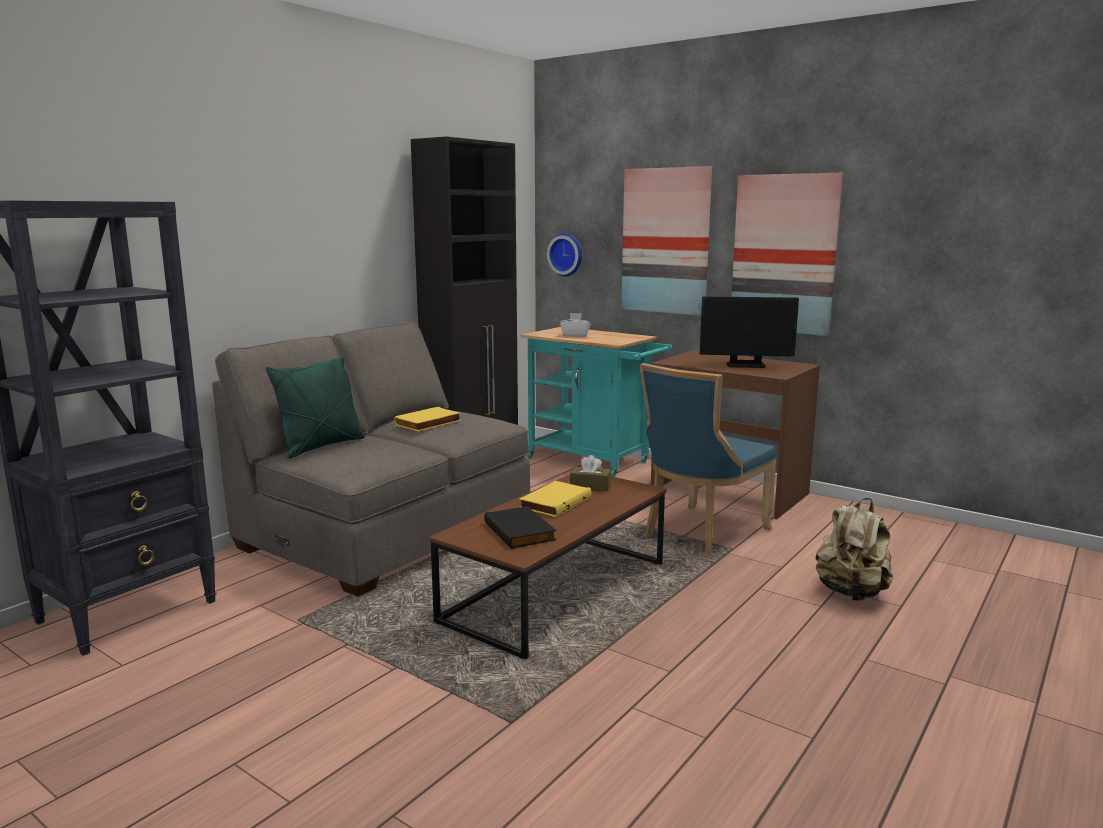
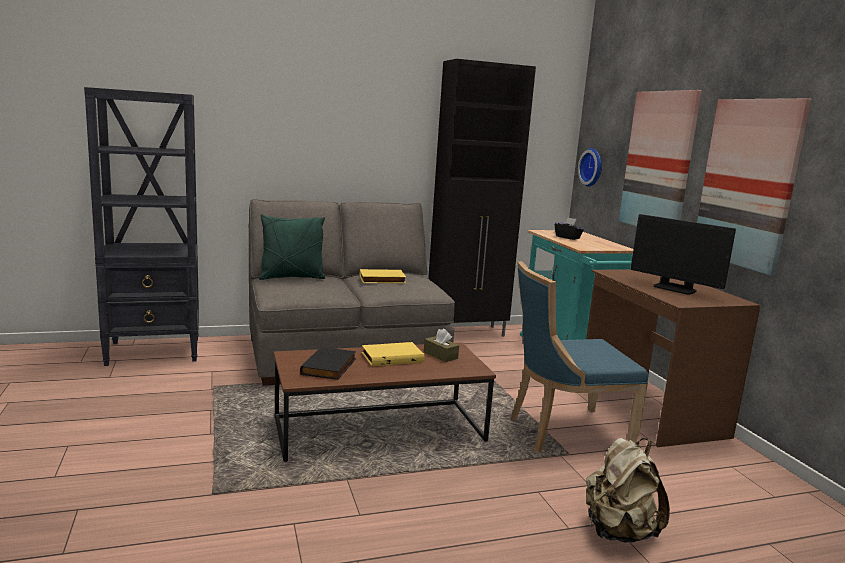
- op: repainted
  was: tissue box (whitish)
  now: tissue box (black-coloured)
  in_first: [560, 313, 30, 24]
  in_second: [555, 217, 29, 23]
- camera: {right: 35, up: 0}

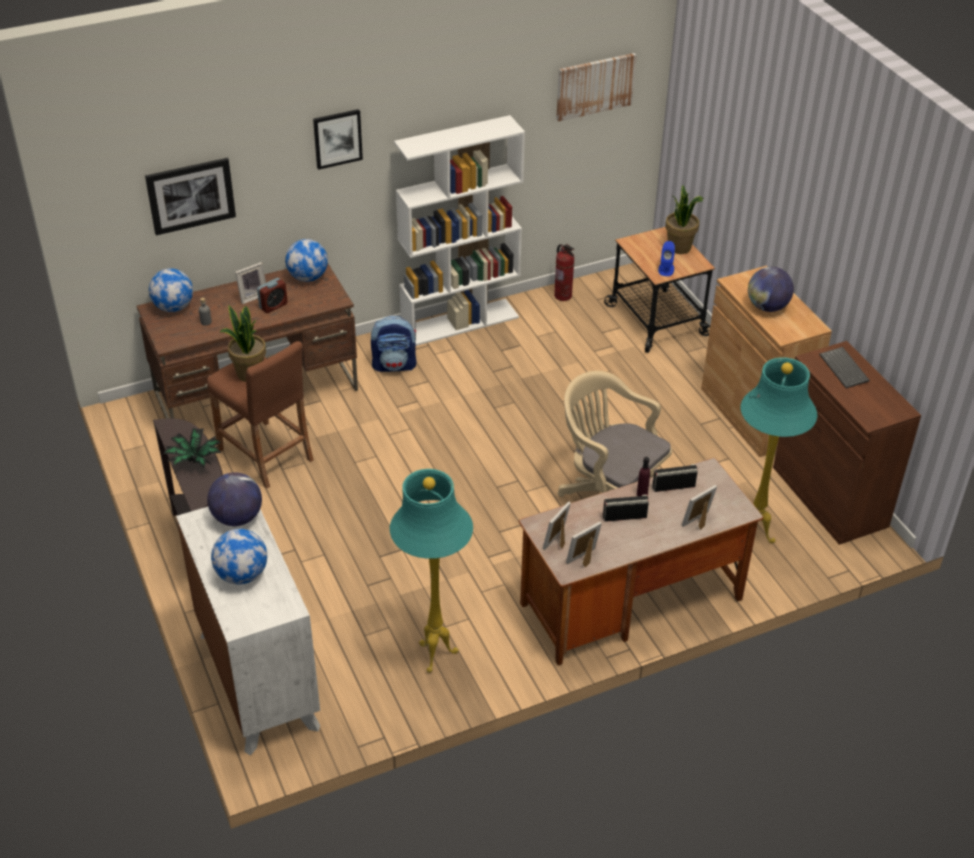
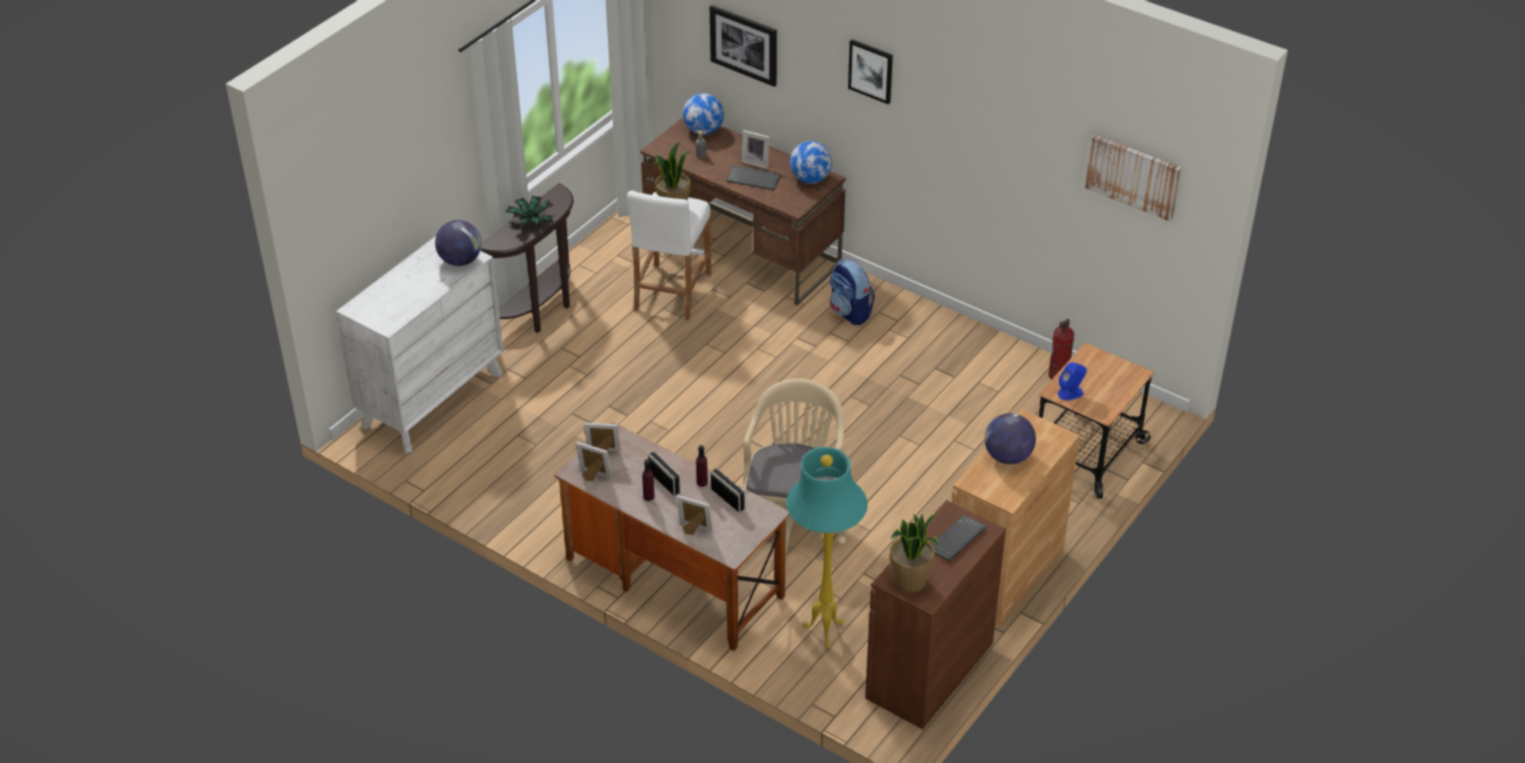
- op: gone
  was: desk globe
  in_first: [211, 529, 56, 55]
- op: gone
  was: standard lamp (turquoise)
  in_first: [390, 469, 83, 204]
- op: gone
  was: bookcase (whitish)
  in_first: [394, 115, 131, 231]
- op: new
  now: beverage bottle (purplish)
  in_second: [642, 459, 13, 42]
- op: shifted
  was: houseplant
  in_first: [665, 185, 39, 69]
  in_second: [889, 513, 50, 80]
- op: swapped
  was: bedside clock
  now: PC keyboard
  in_first: [257, 278, 31, 35]
  in_second: [726, 165, 55, 25]
- op: repainted
  was: stool seat (brown)
  now: stool seat (whitish)
  in_first: [207, 341, 106, 148]
  in_second: [627, 190, 84, 130]
- camera: {right: 60, up: 0}

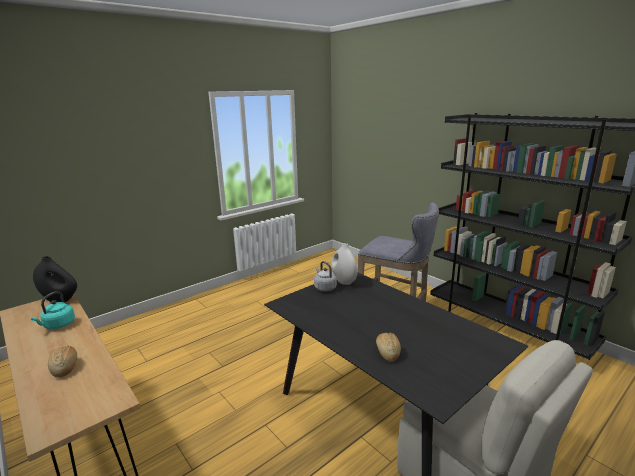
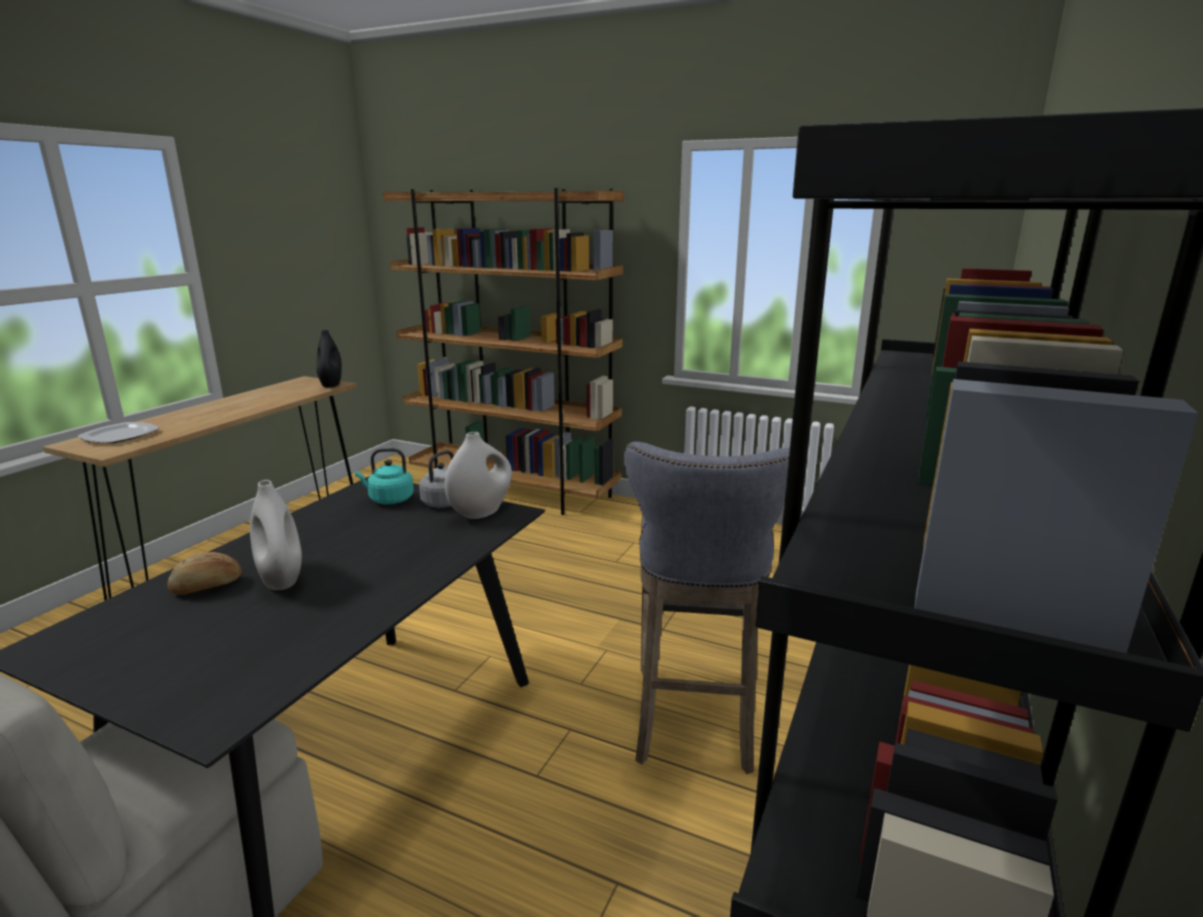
- op: gone
  was: baked bread
  in_first: [48, 346, 29, 32]
- op: new
  now: plate
  in_second: [78, 422, 82, 21]
- op: new
  now: vase (whitish)
  in_second: [250, 480, 52, 110]
- op: new
  now: bookcase (brown)
  in_second: [383, 188, 241, 327]
- op: shifted
  was: water kettle (turquoise)
  in_first: [31, 291, 44, 38]
  in_second: [355, 448, 59, 57]
- camera: {right: 65, up: 0}

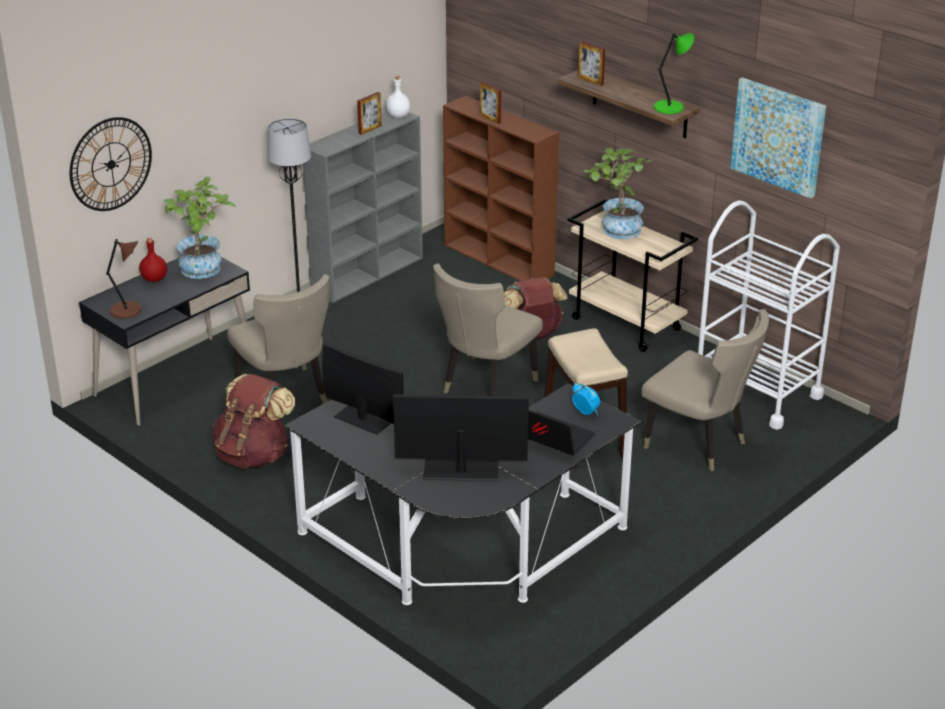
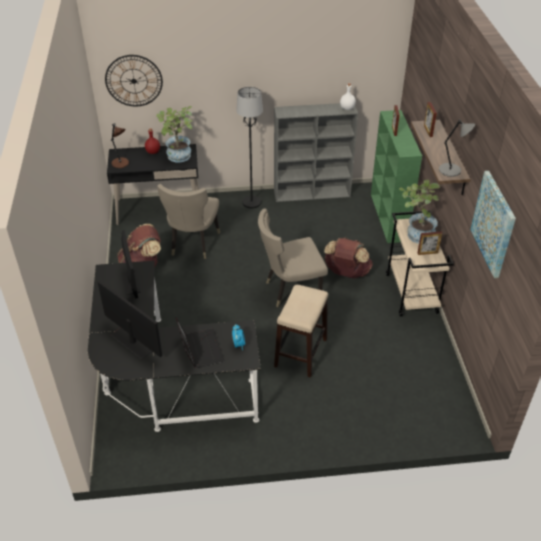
- op: gone
  was: chair (sand-coloured)
  in_first: [642, 309, 127, 162]
- op: gone
  was: trolley (whitish)
  in_first: [698, 201, 142, 229]
- op: shifted
  was: standing frame
  in_first: [357, 92, 25, 43]
  in_second: [418, 232, 24, 23]
- op: repainted
  was: bookcase (brown)
  now: bookcase (greenish)
  in_first: [443, 96, 116, 185]
  in_second: [371, 110, 51, 133]
- op: repainted
  was: tabletop lamp (greenish)
  now: tabletop lamp (gray)
  in_first: [654, 33, 40, 81]
  in_second: [439, 119, 36, 58]
- camera: {right: 40, up: 10}

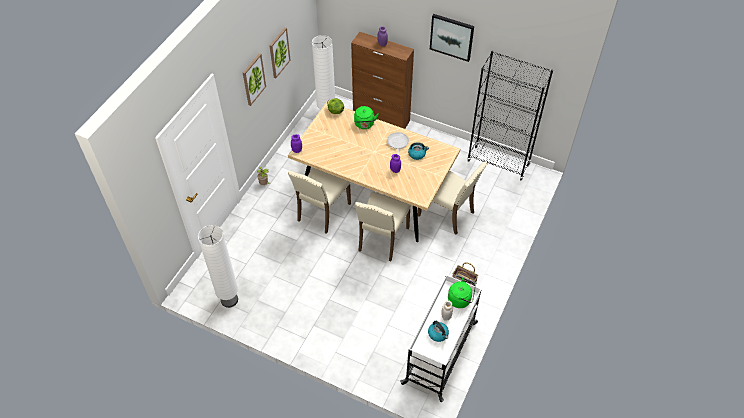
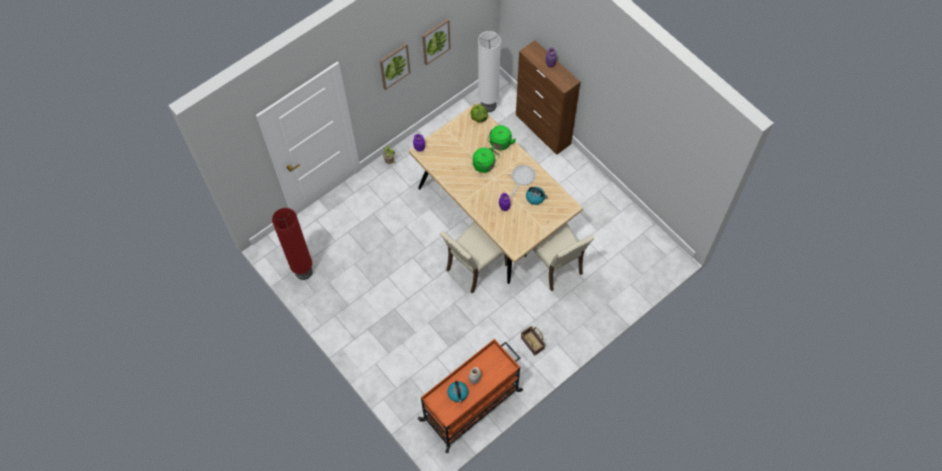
- op: gone
  was: chair (sand-coloured)
  in_first: [288, 168, 63, 66]
- op: gone
  was: picture
  in_first: [430, 14, 44, 48]
- op: gone
  was: bookcase (black-coloured)
  in_first: [467, 51, 86, 129]
- op: shifted
  was: water kettle (greenish)
  in_first: [448, 278, 28, 30]
  in_second: [473, 146, 26, 27]
- op: repainted
  was: standard lamp (whitish)
  now: standard lamp (reddish)
  in_first: [198, 225, 40, 83]
  in_second: [272, 208, 41, 72]
- op: repainted
  was: trolley (whitish)
  now: trolley (orange-coloured)
  in_first: [400, 274, 82, 128]
  in_second: [418, 339, 105, 114]
- camera: {right: 25, up: 10}

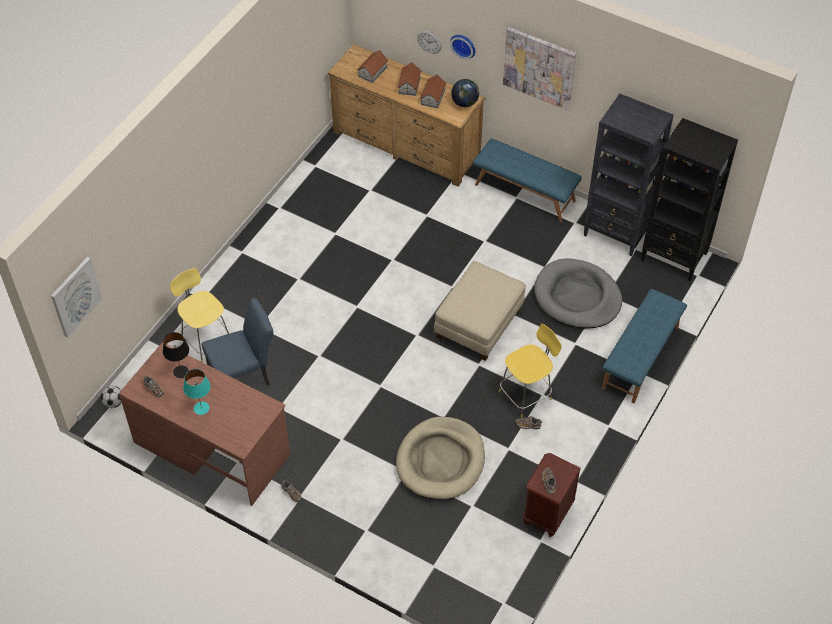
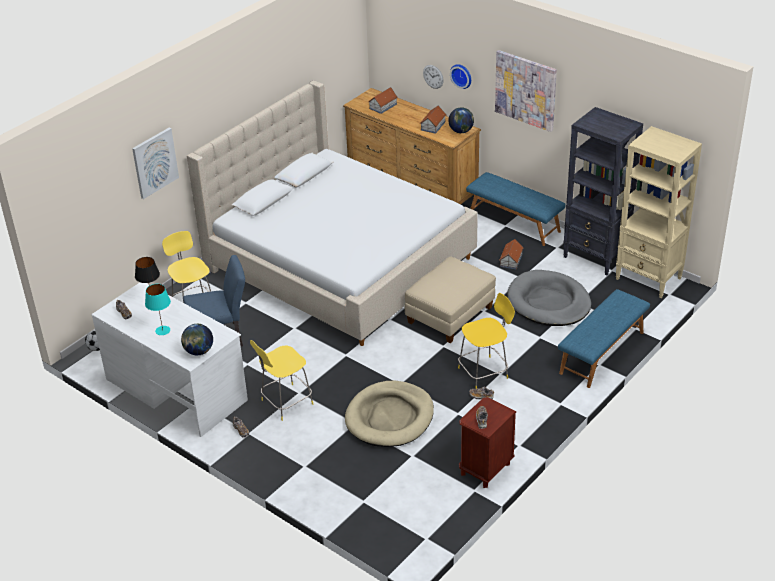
- op: new
  now: desk globe
  in_second: [181, 324, 32, 31]
- op: new
  now: sleeping bed (sand-coloured)
  in_second: [187, 81, 291, 265]
- op: new
  now: stool seat (yellow)
  in_second: [250, 340, 63, 81]
- op: shifted
  was: picture
  in_first: [51, 257, 51, 81]
  in_second: [132, 128, 47, 71]
- op: shifted
  was: model house
  in_first: [397, 62, 24, 34]
  in_second: [499, 239, 25, 30]
- op: repainted
  was: desk (brown)
  now: desk (whitish)
  in_first: [119, 342, 171, 164]
  in_second: [92, 282, 156, 155]
- op: repainted
  was: bookcase (black-coloured)
  now: bookcase (sand-coloured)
  in_first: [641, 118, 97, 163]
  in_second: [615, 126, 87, 172]
- camera: {right: 10, up: -15}

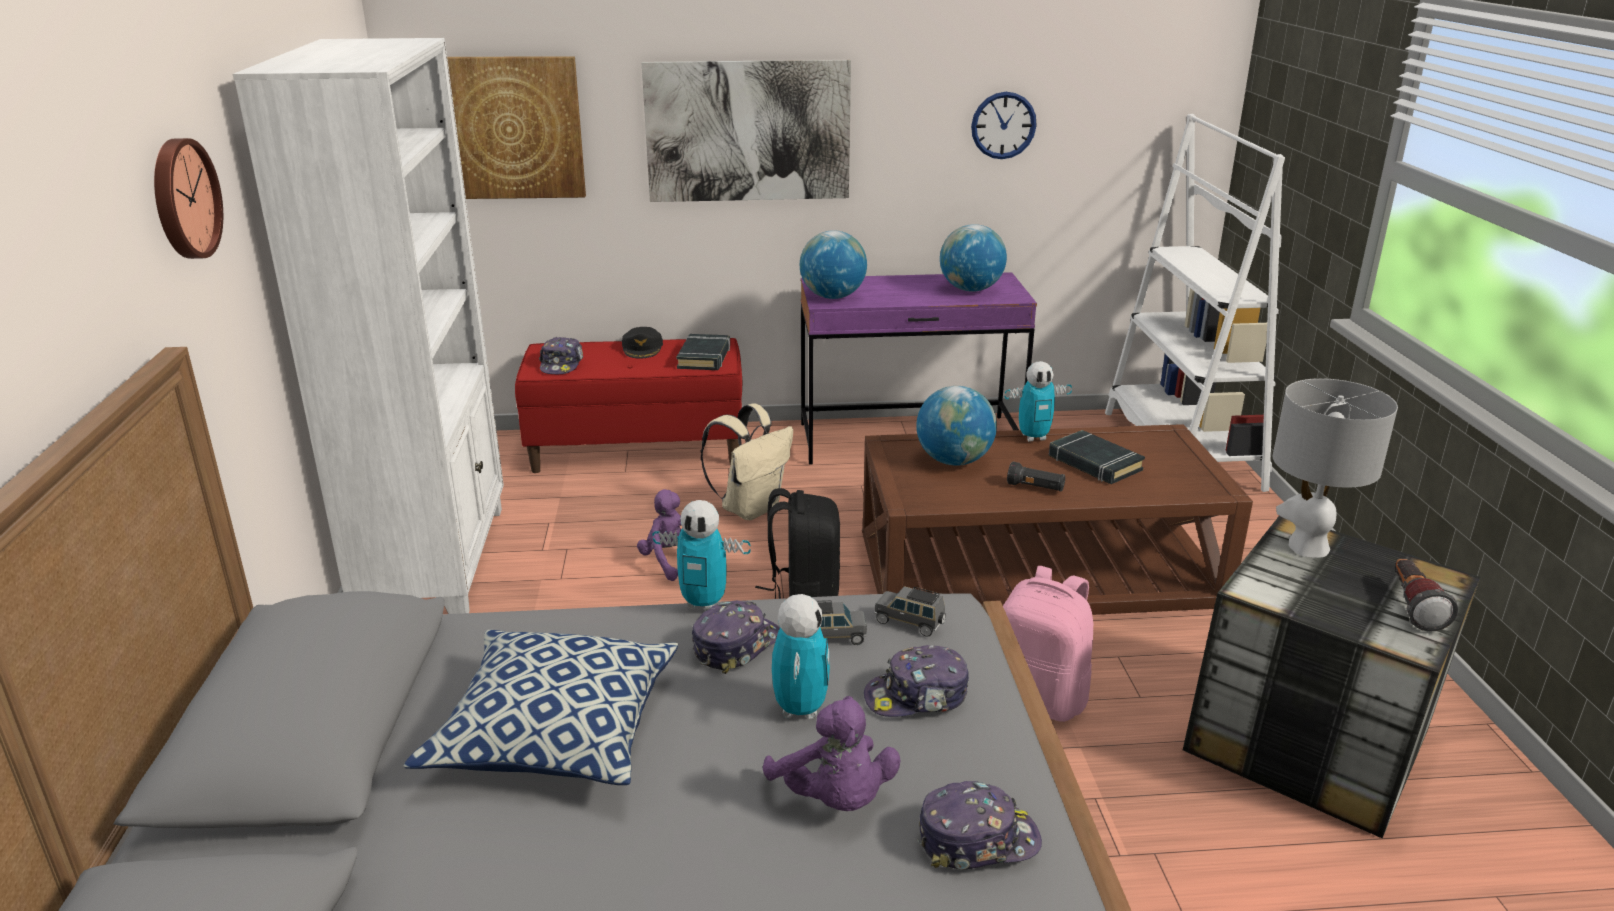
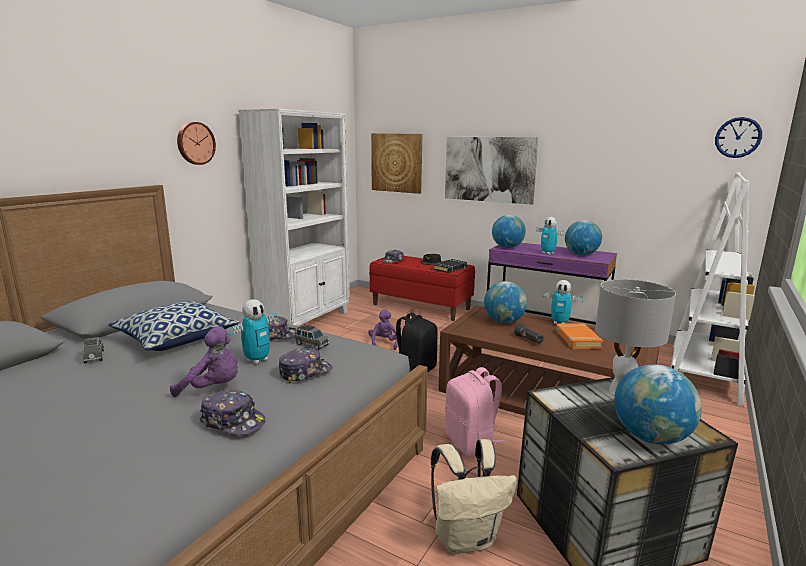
- op: shifted
  was: robot figure
  in_first: [652, 500, 99, 111]
  in_second: [536, 217, 29, 38]
- op: shifted
  was: rucksack (sand-coloured)
  in_first: [701, 404, 92, 116]
  in_second: [431, 439, 86, 115]
- op: shifted
  was: model car (gray)
  in_first: [874, 586, 72, 51]
  in_second: [83, 337, 21, 27]
- op: shifted
  was: wall clock
  in_first: [971, 92, 66, 67]
  in_second: [715, 117, 47, 41]
- op: swapped
  was: flashlight
  now: desk globe
  in_first: [1396, 559, 63, 73]
  in_second: [614, 364, 88, 81]
- op: repainted
  was: bound book (black-coloured)
  now: bound book (orange-coloured)
  in_first: [1049, 430, 96, 54]
  in_second: [556, 323, 47, 26]
- op: rotated
  was: soft toy (purplish)
  in_first: [763, 696, 138, 115]
  in_second: [170, 326, 68, 71]
  clockwise: -90
- op: rotated
  was: peaked cap
  in_first: [864, 645, 105, 72]
  in_second: [279, 348, 54, 35]
  clockwise: 120
- camera: {right: 35, up: -10}

